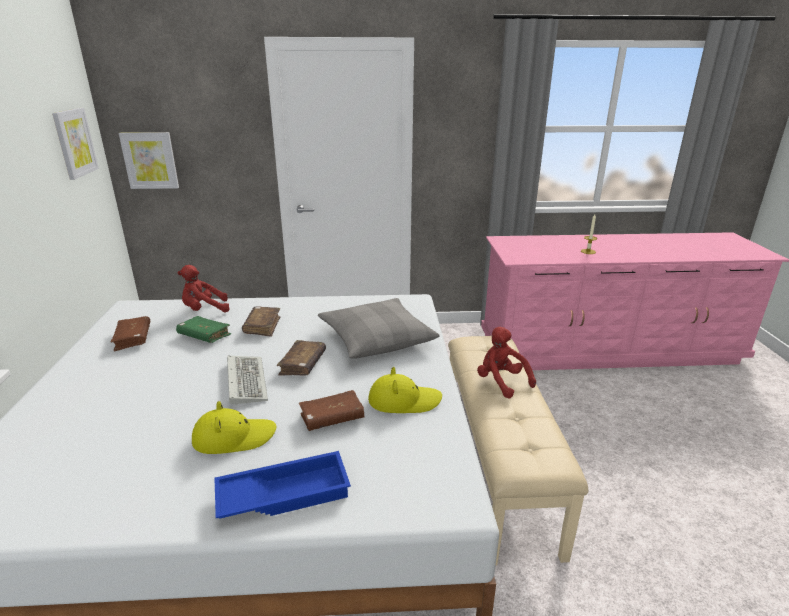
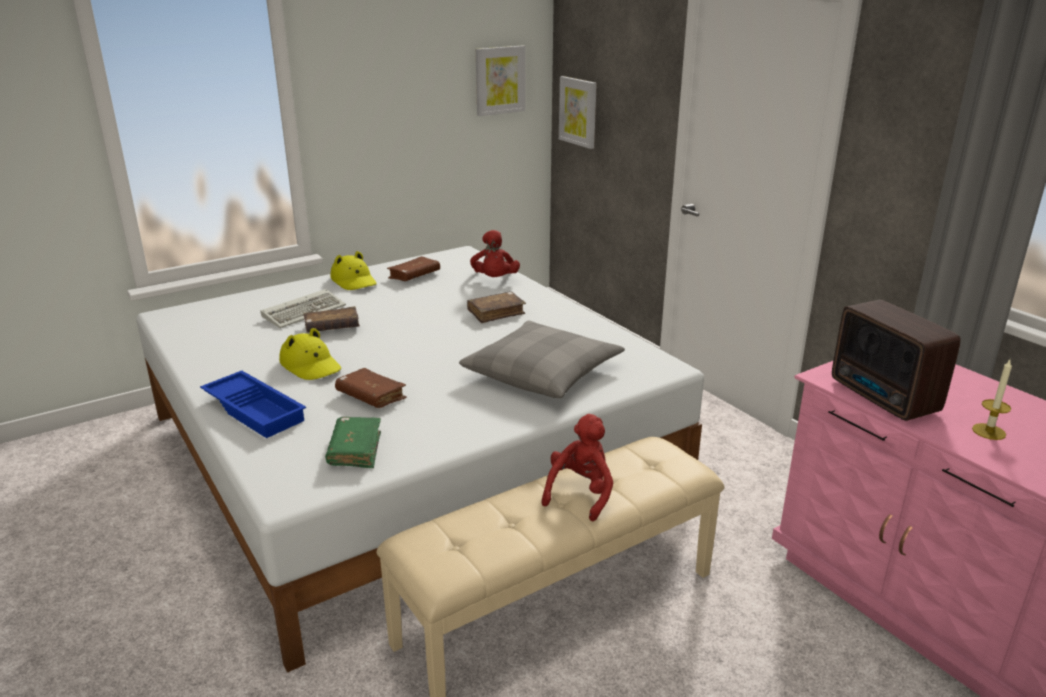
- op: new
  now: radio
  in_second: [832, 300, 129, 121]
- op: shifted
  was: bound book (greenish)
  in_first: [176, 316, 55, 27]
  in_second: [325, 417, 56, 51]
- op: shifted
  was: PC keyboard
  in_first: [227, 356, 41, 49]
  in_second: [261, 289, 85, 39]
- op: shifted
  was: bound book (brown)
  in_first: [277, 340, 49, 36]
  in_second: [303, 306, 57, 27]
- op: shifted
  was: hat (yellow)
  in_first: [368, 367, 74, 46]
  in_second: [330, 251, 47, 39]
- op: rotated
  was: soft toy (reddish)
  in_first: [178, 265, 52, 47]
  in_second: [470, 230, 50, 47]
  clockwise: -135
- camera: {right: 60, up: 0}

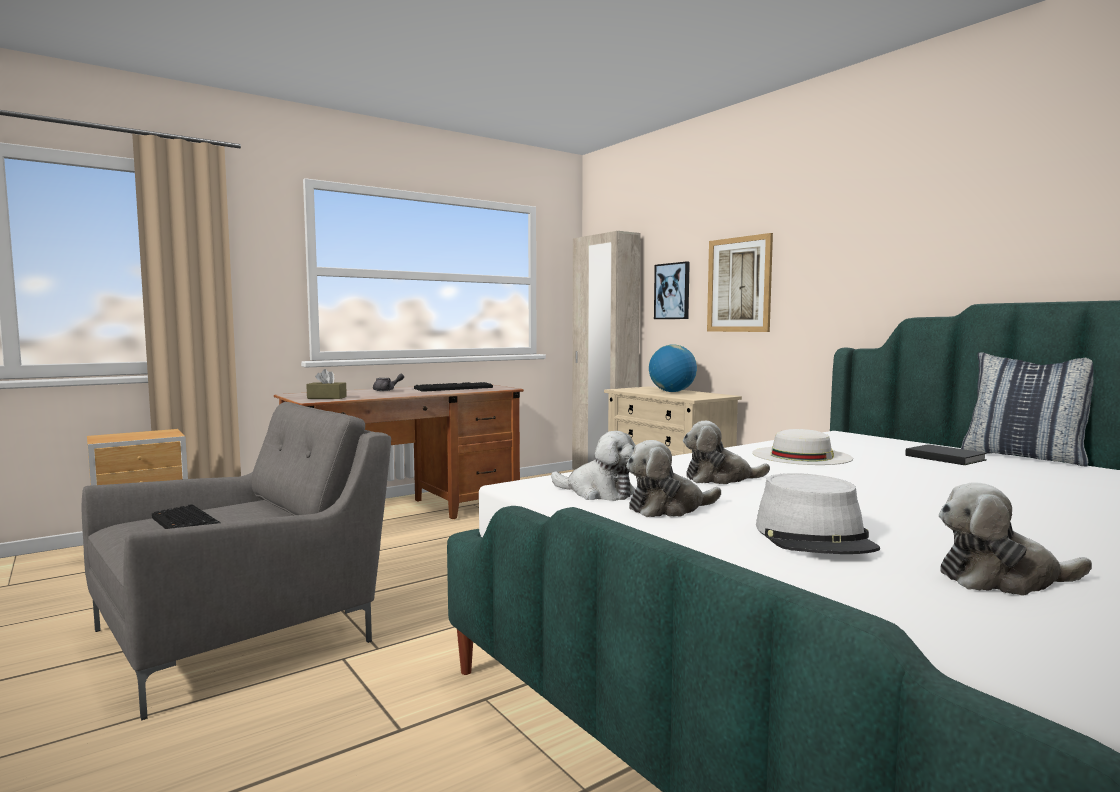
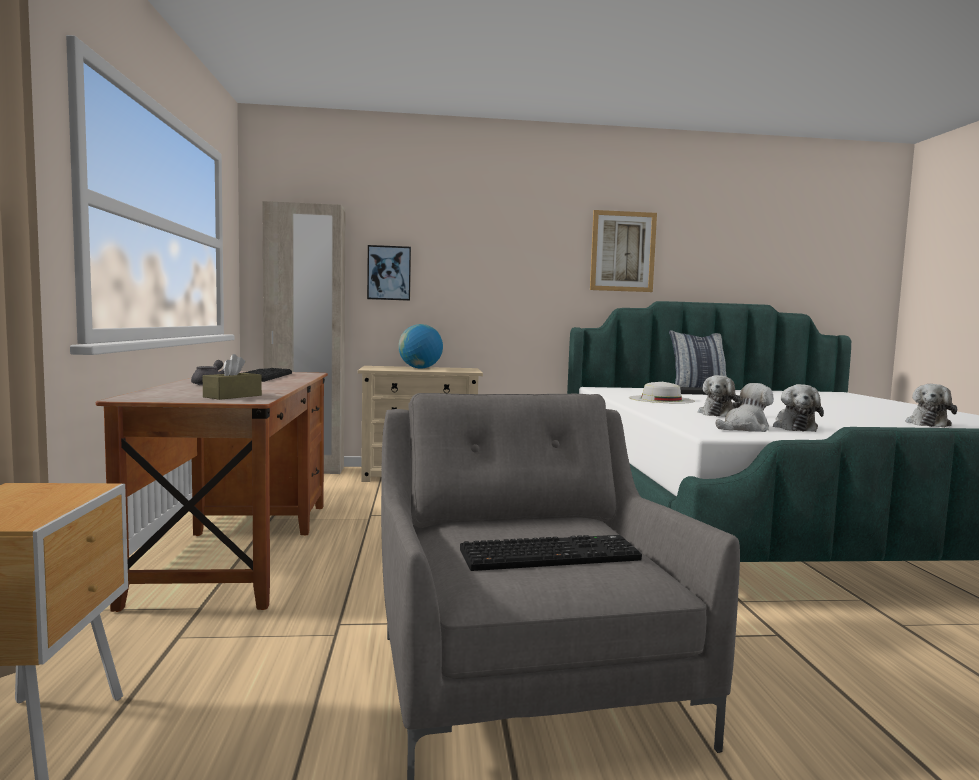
- op: gone
  was: hat (gray)
  in_first: [756, 473, 124, 81]
- op: shifted
  was: picture
  in_first: [707, 233, 66, 99]
  in_second: [590, 210, 67, 82]
- camera: {right: -60, up: 0}

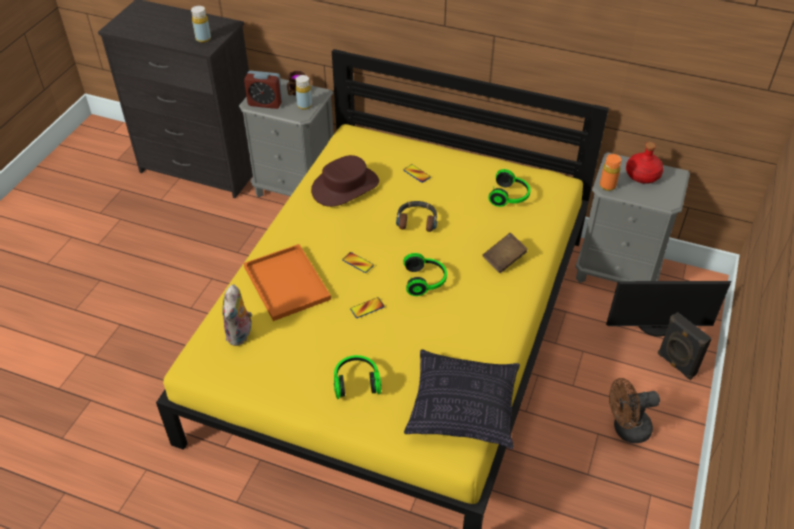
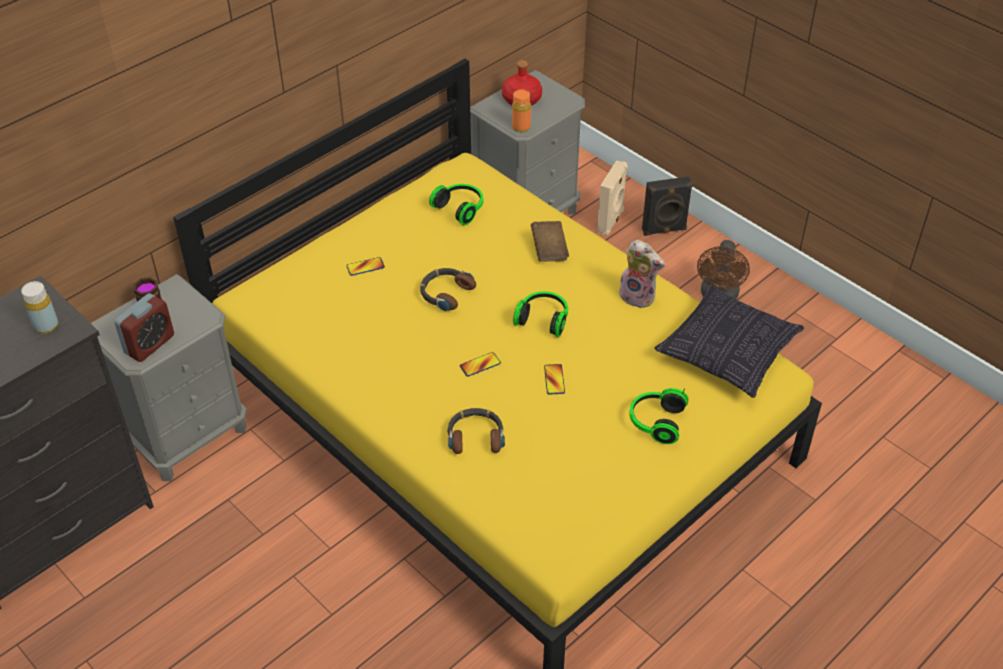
- op: gone
  was: beverage bottle (yellow)
  in_first: [295, 75, 17, 35]
- op: gone
  was: hat (brown)
  in_first: [311, 155, 68, 52]
- op: shifted
  was: soft toy
  in_first: [222, 285, 30, 61]
  in_second: [619, 240, 46, 69]
- op: swapped
  was: carrying tray (orange-coloured)
  now: headset
  in_first: [244, 244, 87, 77]
  in_second: [448, 408, 57, 46]
- op: swapped
  was: monitor
  now: loudspeaker (sand-coloured)
  in_first: [606, 281, 126, 56]
  in_second: [597, 160, 31, 76]
- camera: {right: -65, up: 0}

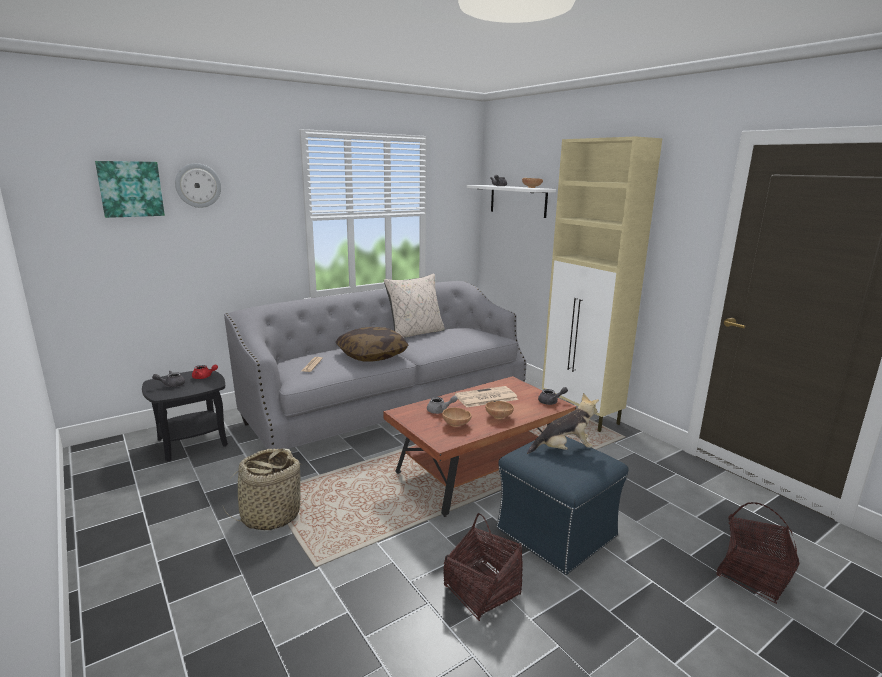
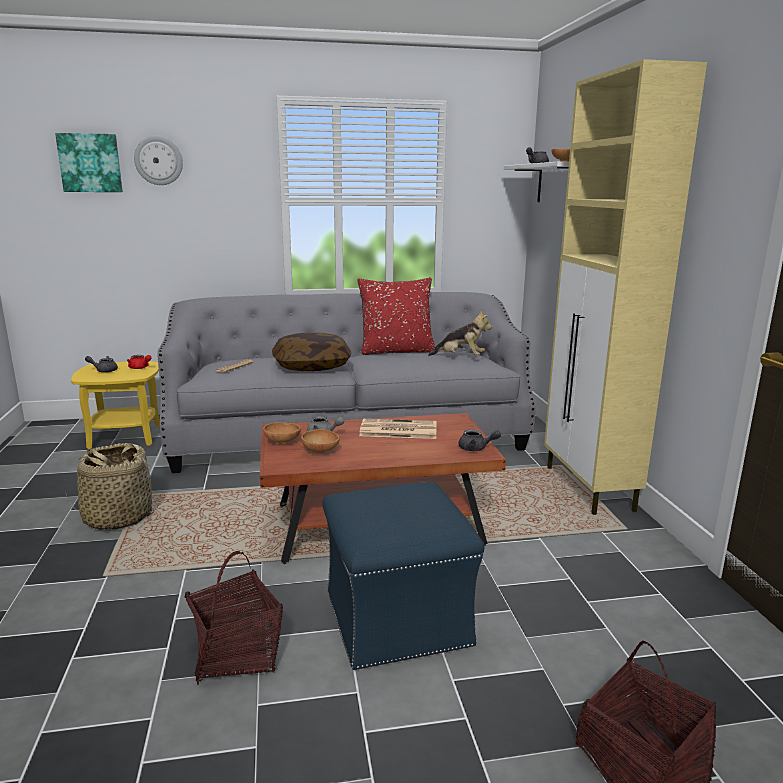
- op: shifted
  was: bowl (brown)
  in_first: [485, 401, 29, 18]
  in_second: [263, 422, 38, 23]
- op: shifted
  was: soft toy
  in_first: [527, 393, 72, 61]
  in_second: [428, 311, 64, 45]
- op: repainted
  was: accent table (black-coloured)
  now: accent table (yellow)
  in_first: [142, 369, 86, 92]
  in_second: [71, 362, 89, 87]
- op: repainted
  was: throw pillow (sand-coloured)
  now: throw pillow (reddish)
  in_first: [384, 274, 61, 64]
  in_second: [357, 277, 78, 78]
- camera: {right: 25, up: 0}

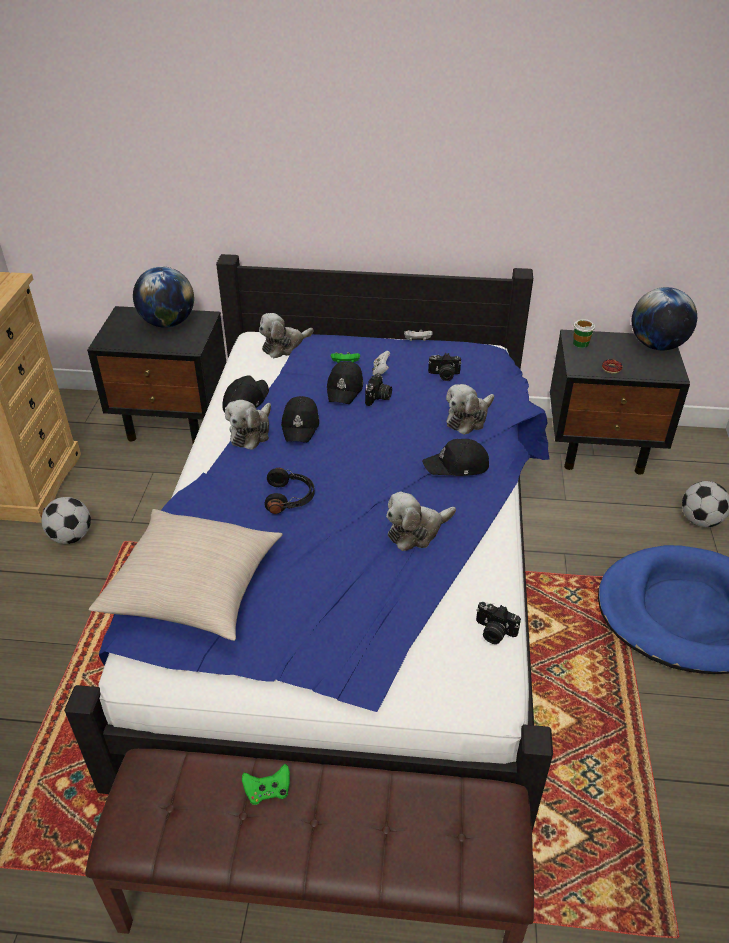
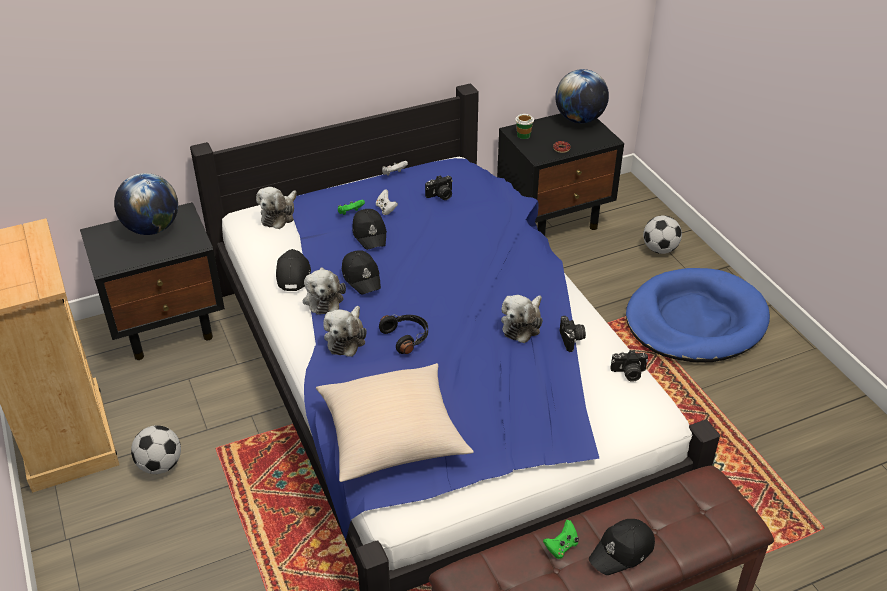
- op: shifted
  was: photo camera
  in_first: [365, 373, 27, 33]
  in_second: [560, 316, 26, 36]
- op: shifted
  was: peaked cap (black-coloured)
  in_first: [422, 439, 67, 37]
  in_second: [589, 519, 66, 56]
- op: shifted
  was: soft toy
  in_first: [446, 384, 48, 51]
  in_second: [323, 306, 44, 51]
- camera: {right: -30, up: 0}

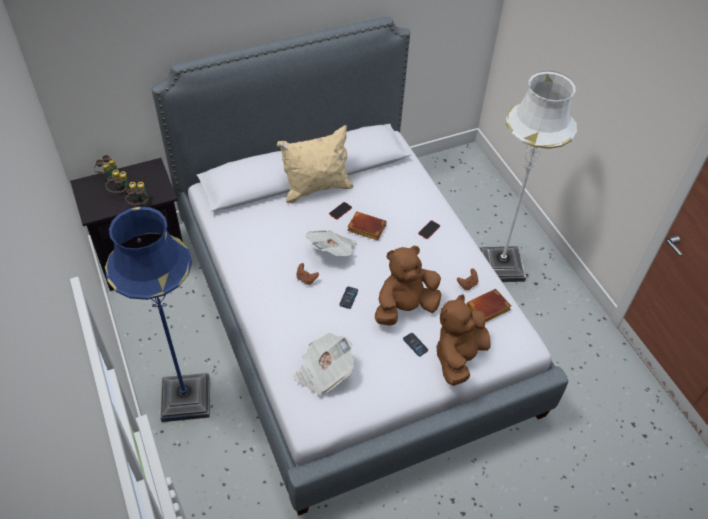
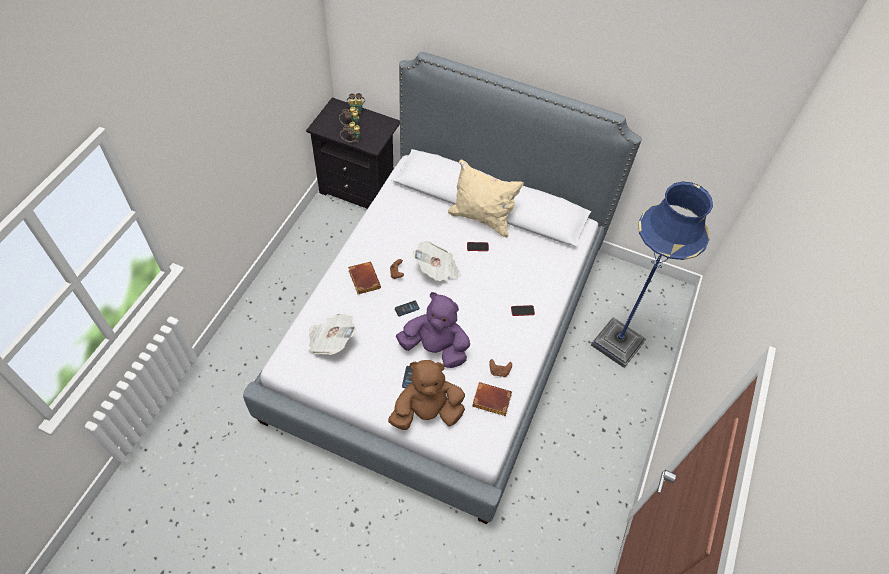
- op: gone
  was: standard lamp (whitish)
  in_first: [479, 71, 98, 211]
- op: shifted
  was: standard lamp (blue)
  in_first: [105, 206, 105, 216]
  in_second: [591, 182, 122, 186]
- op: shifted
  was: bound book (brown)
  in_first: [347, 212, 40, 28]
  in_second: [348, 262, 33, 32]
- op: repainted
  was: soft toy (brown)
  now: soft toy (purplish)
  in_first: [375, 245, 67, 81]
  in_second: [396, 292, 74, 76]
- camera: {right: 45, up: 5}

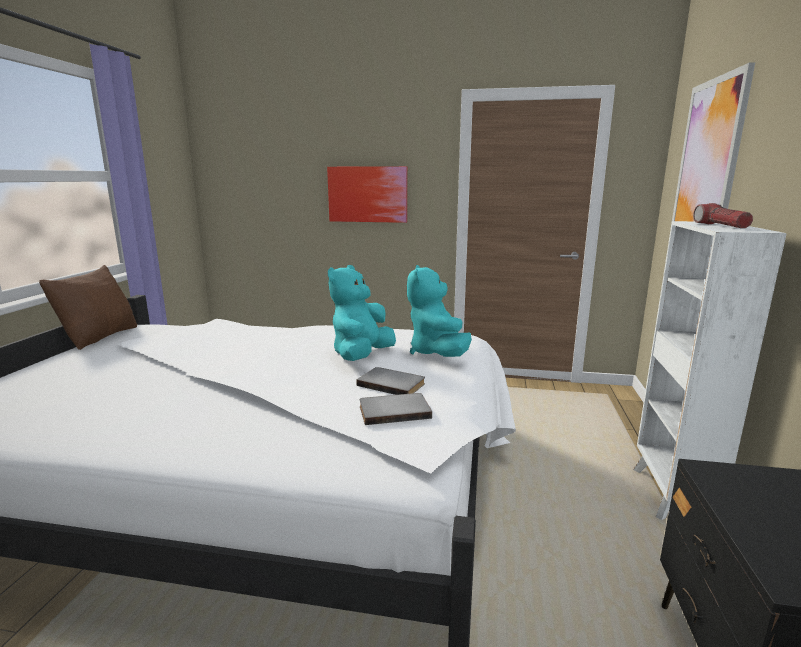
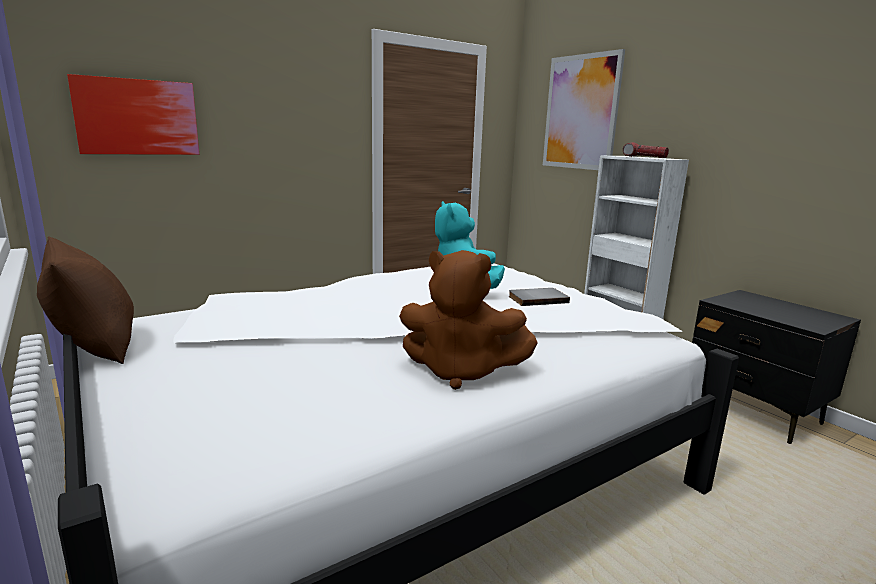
- op: gone
  was: bound book (gray)
  in_first: [360, 393, 72, 32]
- op: gone
  was: soft toy (turquoise)
  in_first: [407, 265, 65, 92]
- op: new
  now: soft toy (brown)
  in_second: [399, 250, 139, 140]
- op: shifted
  was: picture
  in_first: [327, 166, 80, 57]
  in_second: [67, 74, 132, 81]
- camera: {right: -45, up: 0}

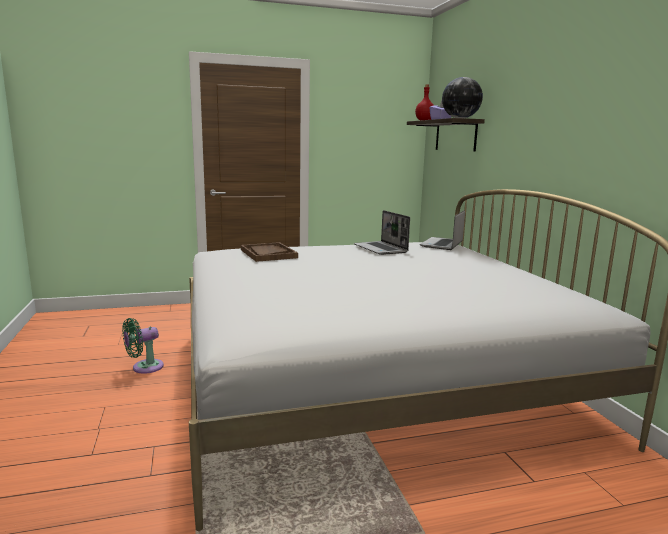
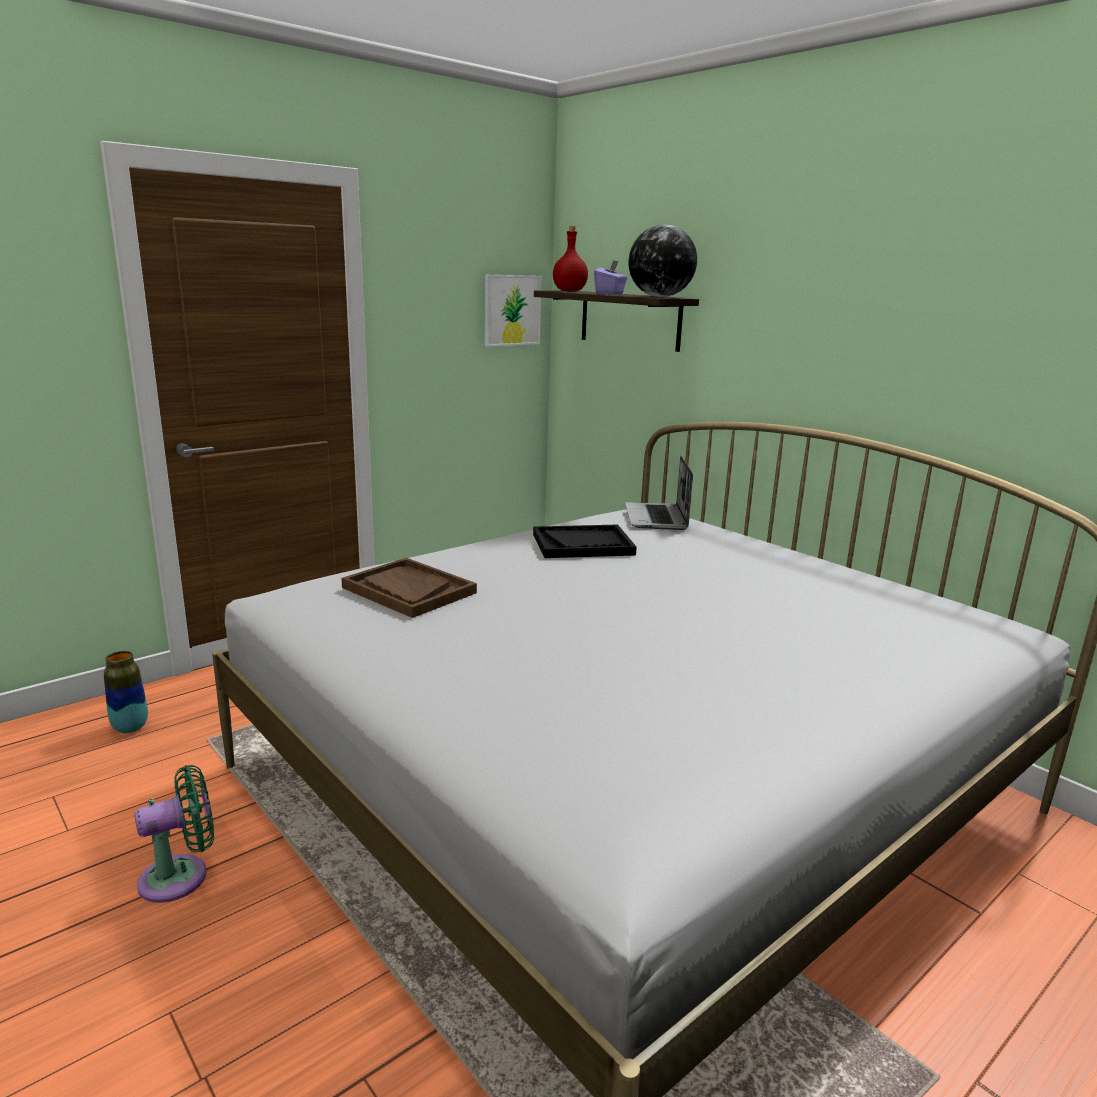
- op: new
  now: vase
  in_second: [104, 651, 44, 82]
- op: new
  now: picture
  in_second: [485, 275, 57, 72]
- op: swapped
  was: laptop
  now: carrying tray (black-coloured)
  in_first: [354, 210, 56, 45]
  in_second: [533, 525, 103, 33]
- op: rotated
  was: fan (greenish)
  in_first: [122, 318, 42, 56]
  in_second: [134, 765, 80, 138]
  clockwise: -150
- camera: {right: -25, up: 5}

